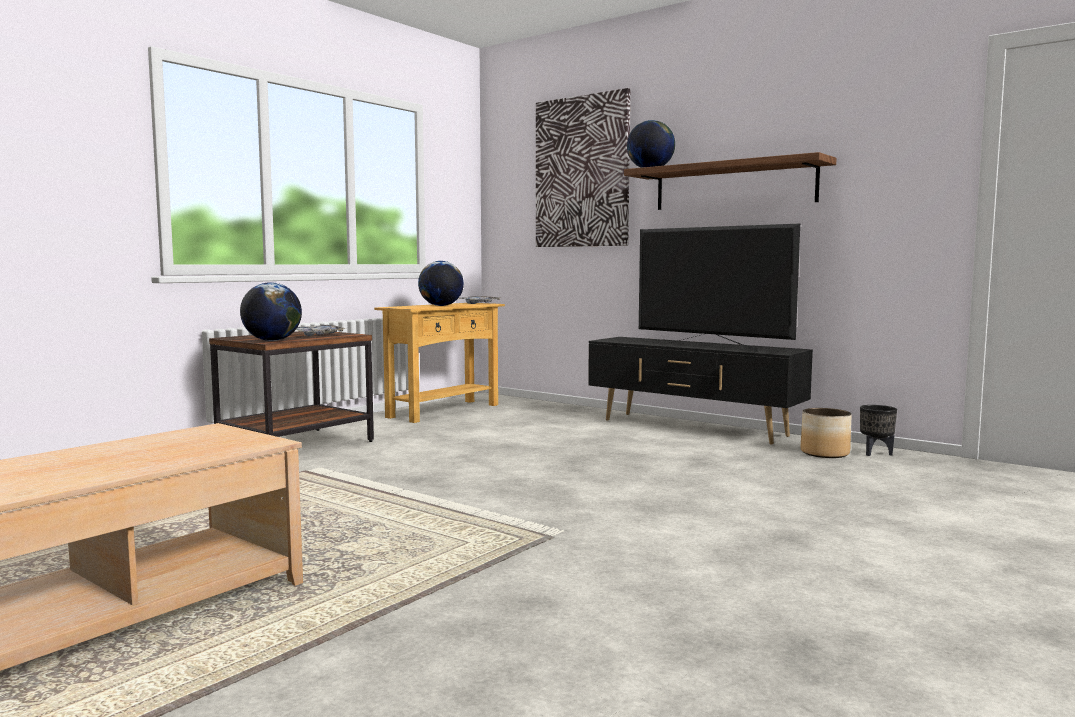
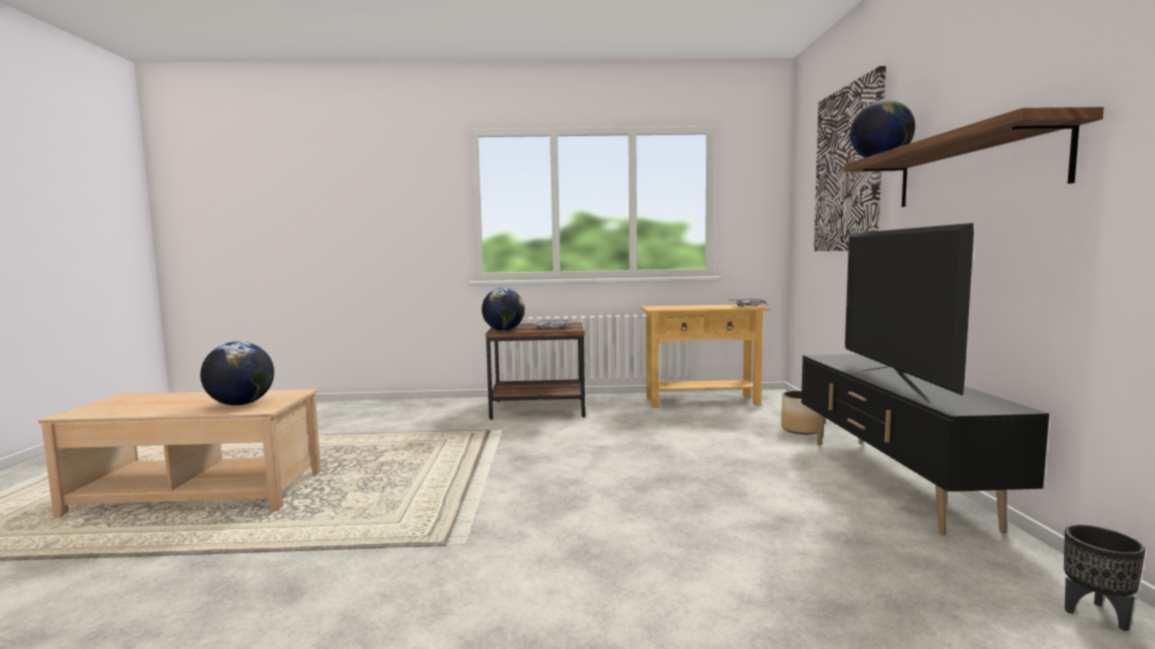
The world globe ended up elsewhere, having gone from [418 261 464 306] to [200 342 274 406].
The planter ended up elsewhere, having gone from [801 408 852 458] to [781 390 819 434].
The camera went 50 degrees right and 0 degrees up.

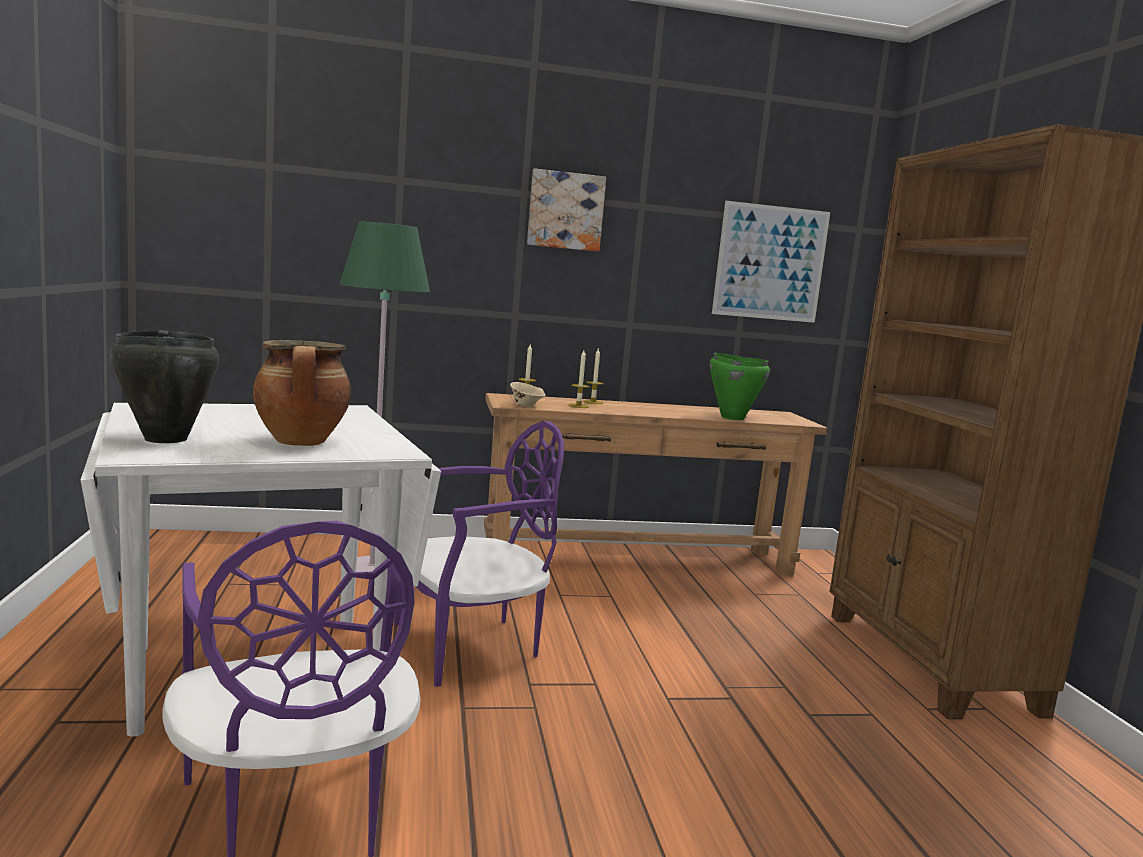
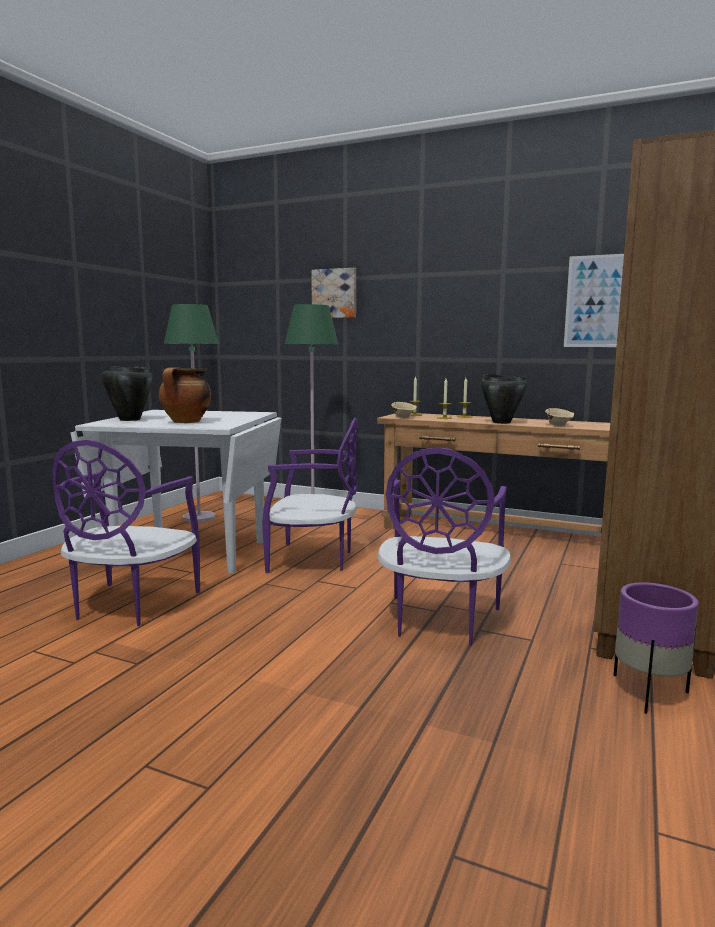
The wall picture ended up elsewhere, having gone from [527 168 606 252] to [311 268 356 318].
Where the green-coloured saucepot stood at [709 353 770 420], the beige-coloured bowl came to stand at [545 408 574 426].
The second view gained the green-coloured standing lamp at [164 304 219 522].
The second view gained the purple plain chair at [378 448 511 646].
The second view gained the black saucepot at [481 374 527 424].
The second view gained the purple planter at [614 582 699 714].
The camera went 35 degrees right and 0 degrees up.

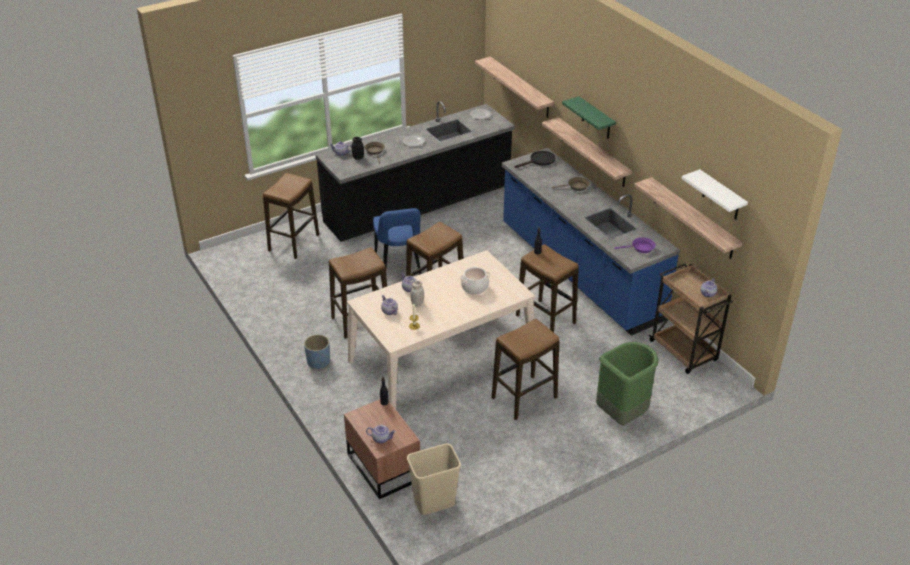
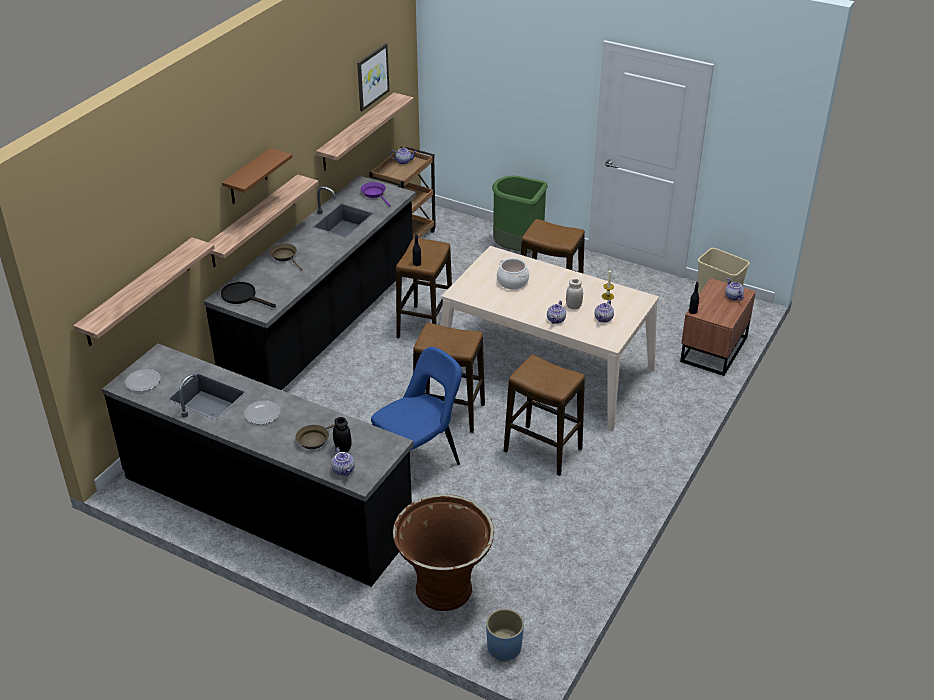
Where the sitting stool stood at [263 173 319 259], the brown planter came to stand at [393 494 494 611].
The bluish planter ended up elsewhere, having gone from [304 334 330 369] to [486 609 524 662].
What was the bluish kitchen base unit at [502 148 680 336] turned into the black kitchen base unit at [204 176 416 390].
What was the green-coloured wall shelf at [562 96 616 139] turned into the brown wall shelf at [222 148 292 204].
Where the whitish wall shelf hung at [681 169 748 220], the wall picture came to hang at [357 43 390 111].
The camera went 120 degrees left and 0 degrees up.

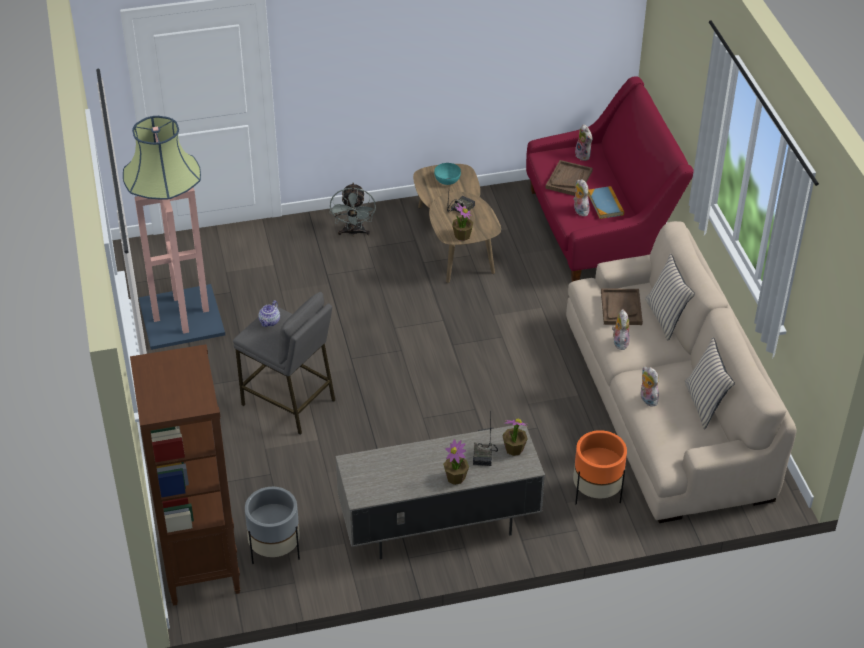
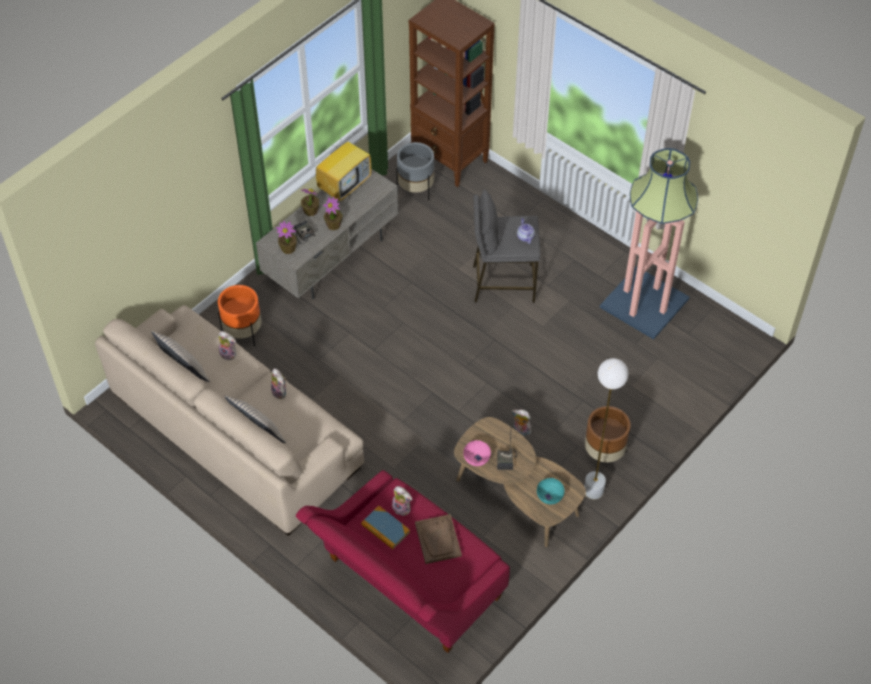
Where the grey electric fan stood at [330 183 376 236], the brown planter came to stand at [585 406 631 469].
The houseplant ended up elsewhere, having gone from [452 203 473 241] to [323 197 343 230].
The plush toy ended up elsewhere, having gone from [575 124 592 161] to [512 409 531 436].
The second view lost the brown serving tray at [601 288 643 325].
The second view gained the TV at [316 132 371 201].
The second view gained the pink bowl at [463 440 491 466].
The second view gained the whitish standing lamp at [584 358 629 499].
The camera went 145 degrees right and 10 degrees up.

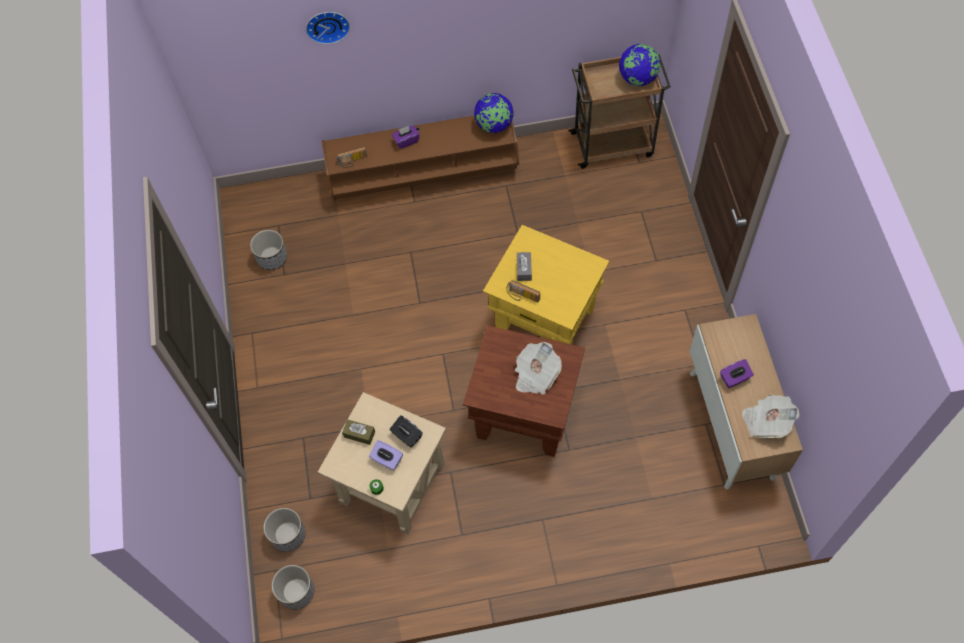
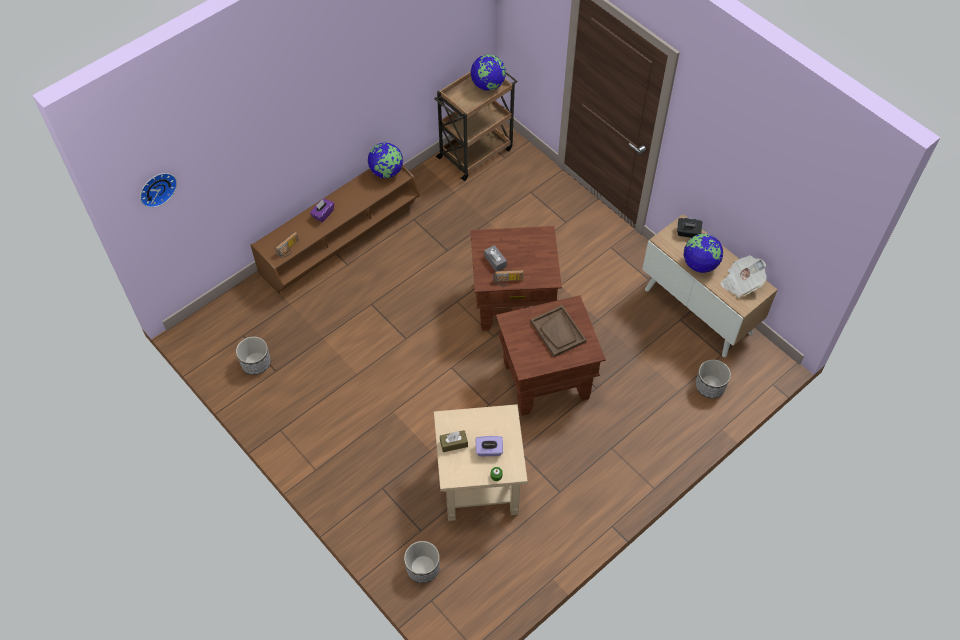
The planter ended up elsewhere, having gone from [271 565 314 610] to [696 359 731 398].
The wall clock ended up elsewhere, having gone from [306 12 350 44] to [140 173 177 208].
The black box of tissues ended up elsewhere, having gone from [390 415 423 447] to [677 218 703 238].
What was the yellow-coloured accent table at [483 225 609 345] turned into the brown accent table at [470 226 562 331].
Where the daily paper stood at [515 342 562 395], the brown serving tray came to stand at [530 305 586 357].
Where the purple box of tissues stood at [720 359 754 388], the world globe came to stand at [683 234 723 273].
The camera went 35 degrees left and 5 degrees down.

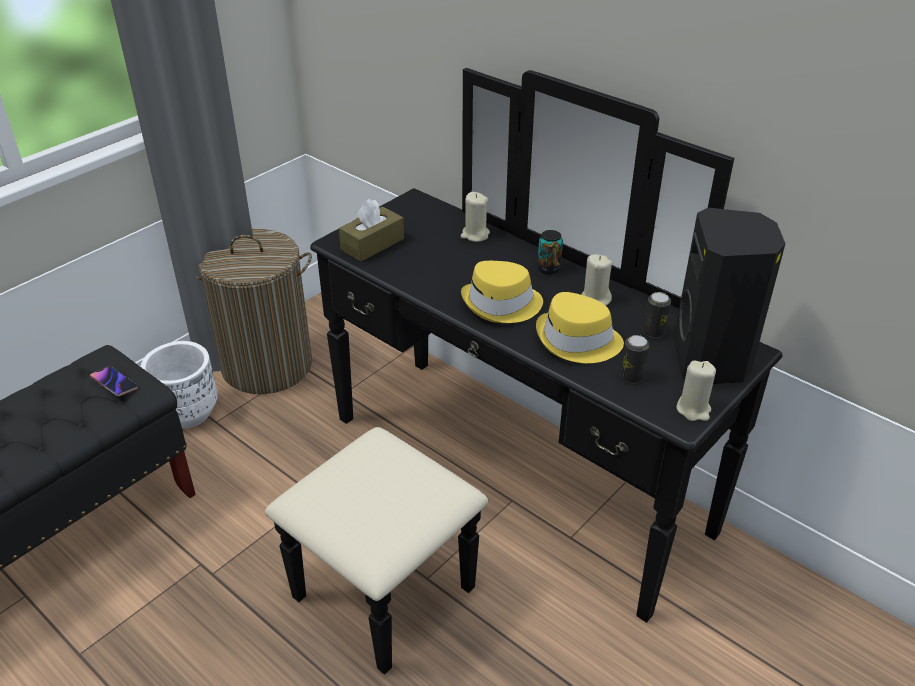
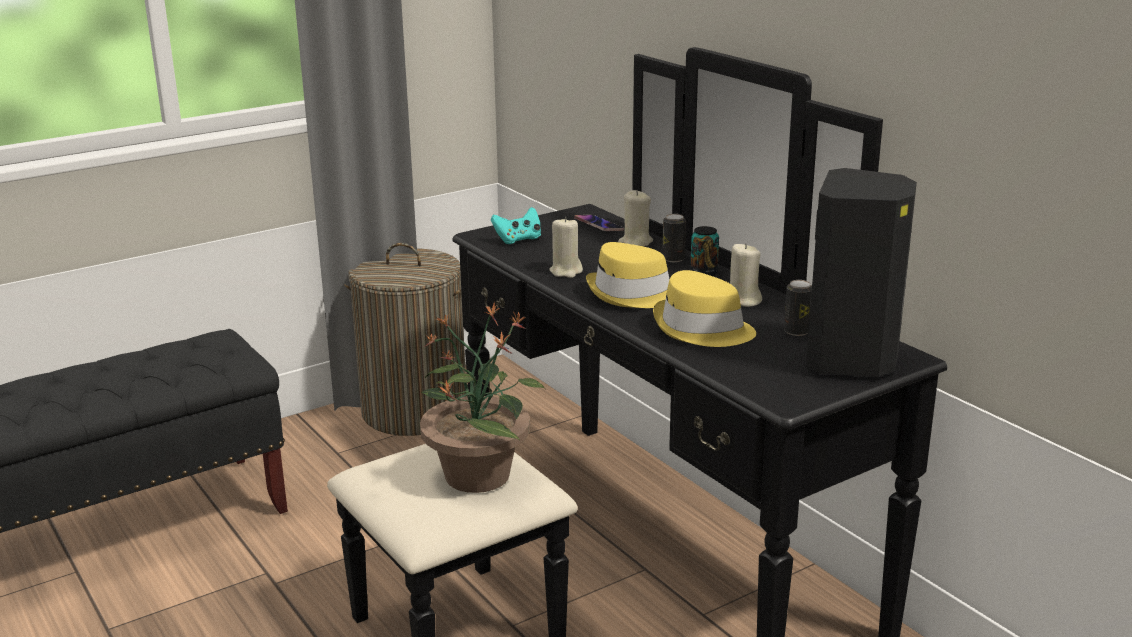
The phone ended up elsewhere, having gone from [90 367 138 396] to [574 215 624 231].
The second view lost the whitish planter at [141 341 218 428].
Where the brown box of tissues stood at [339 199 404 261], the turquoise-coloured game controller came to stand at [491 207 541 244].
The metal can ended up elsewhere, having gone from [621 335 649 383] to [662 214 686 262].
The beige-coloured wax light ended up elsewhere, having gone from [676 361 716 421] to [549 217 583 278].
The second view gained the houseplant at [420 302 546 493].
The camera went 15 degrees right and 15 degrees down.

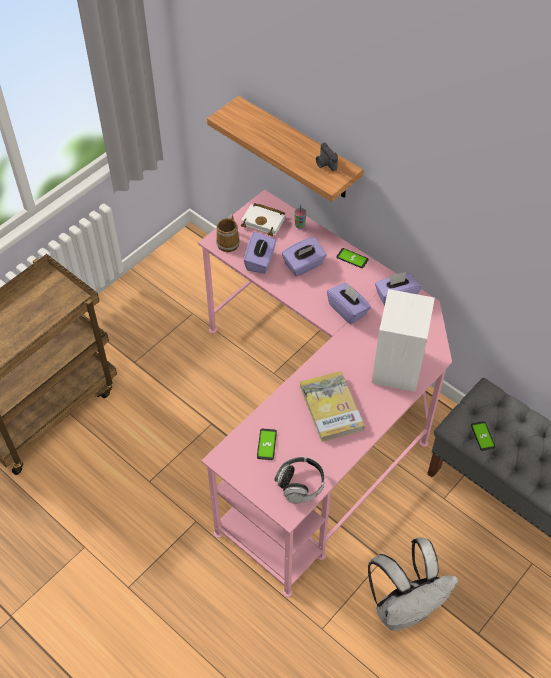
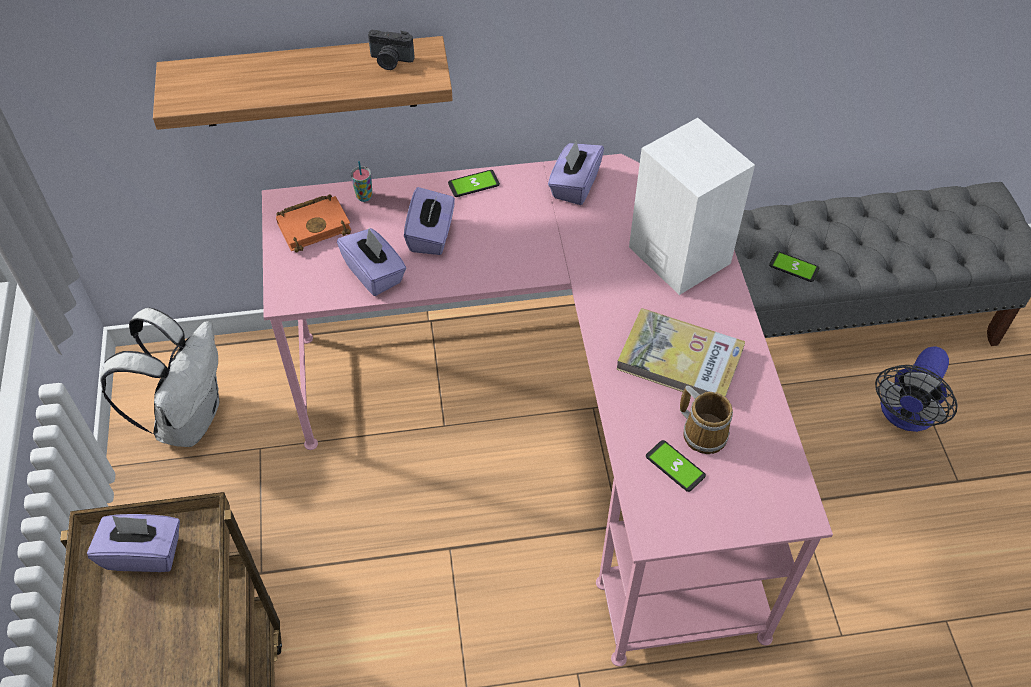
The coffee mug ended up elsewhere, having gone from [216 213 240 252] to [680 386 733 454].
What was the whitish volume at [241 203 285 236] turned into the orange volume at [276 194 351 253].
The second view lost the headphones at [274 457 325 503].
The purple box of tissues ended up elsewhere, having gone from [327 283 371 324] to [87 514 180 572].
The whitish rucksack ended up elsewhere, having gone from [368 538 459 631] to [100 308 219 447].
The second view gained the electric fan at [875 347 958 432].
The camera went 50 degrees left and 0 degrees up.

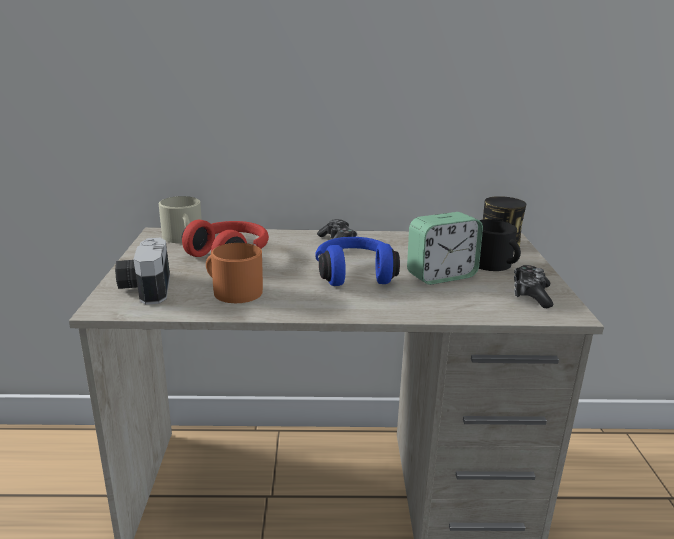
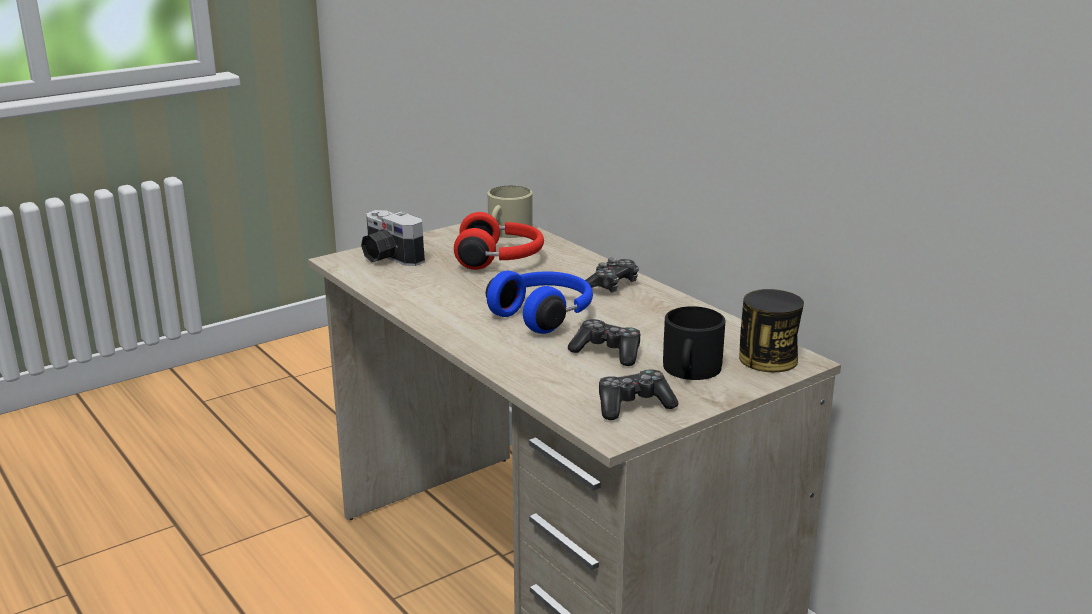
The still camera at [115 238 170 305] ended up facing another way, 90 degrees counterclockwise from before.
The second view lost the orange coffee mug at [206 243 263 303].
Where the table clock stood at [407 212 483 285], the game controller came to stand at [568 319 640 366].
The camera went 55 degrees right and 0 degrees up.

